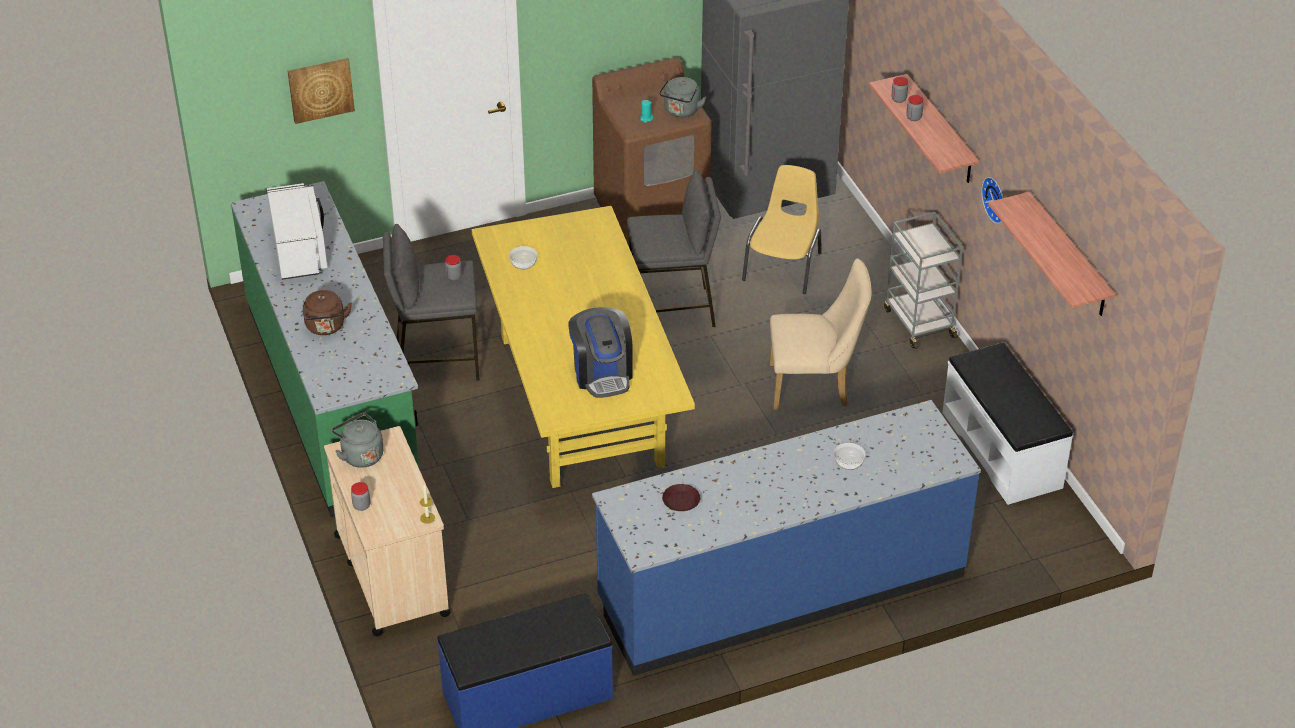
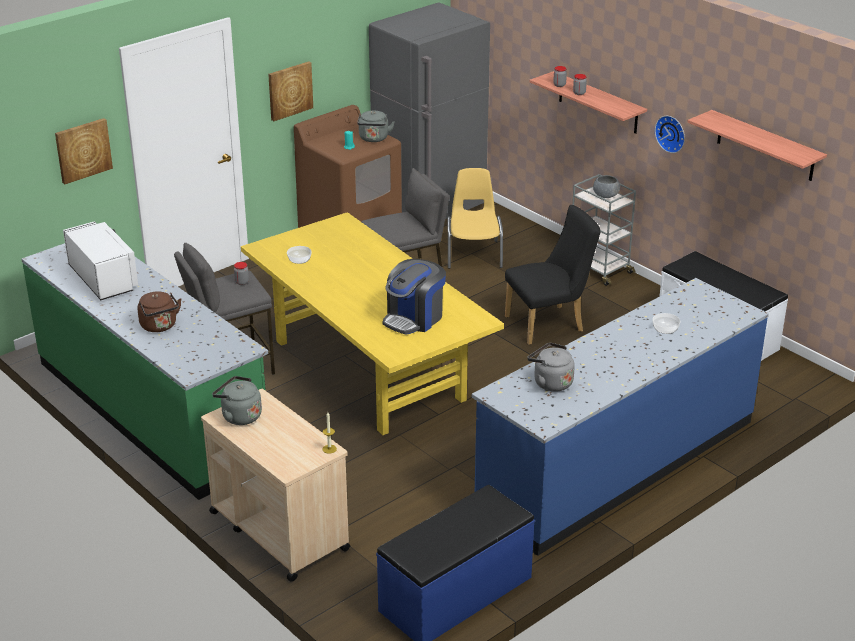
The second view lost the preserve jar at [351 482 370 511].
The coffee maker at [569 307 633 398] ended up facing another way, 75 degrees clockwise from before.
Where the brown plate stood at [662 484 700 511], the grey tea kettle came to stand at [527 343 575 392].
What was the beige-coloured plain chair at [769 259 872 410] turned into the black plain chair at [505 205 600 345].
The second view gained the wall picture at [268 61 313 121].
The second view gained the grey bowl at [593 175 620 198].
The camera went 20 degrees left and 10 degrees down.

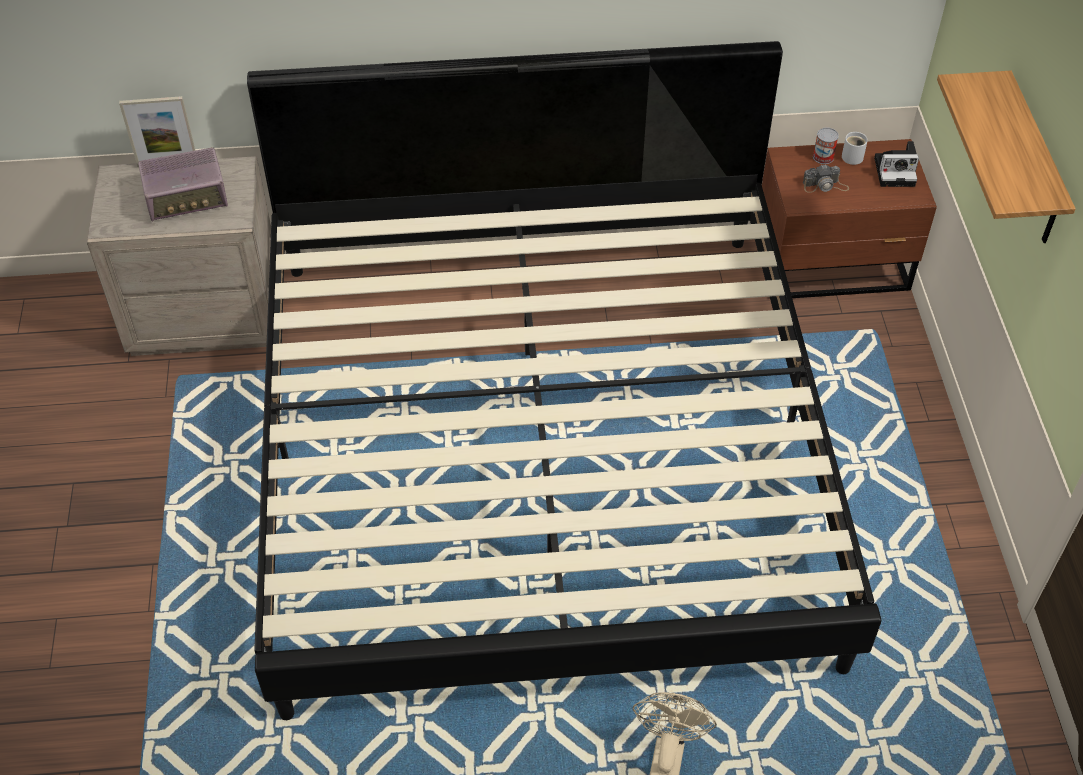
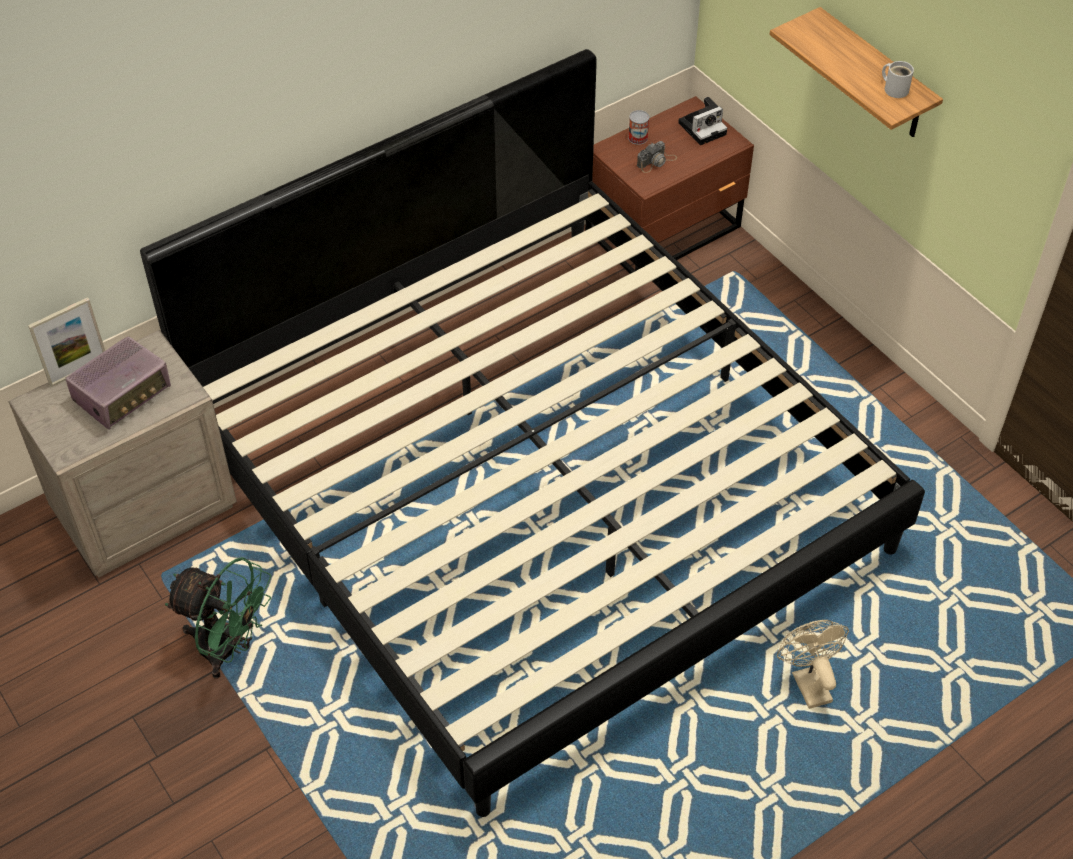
The whitish coffee mug ended up elsewhere, having gone from [842 132 868 165] to [882 61 914 98].
The second view gained the green-coloured electric fan at [165 557 272 679].
The camera went 30 degrees left and 0 degrees up.

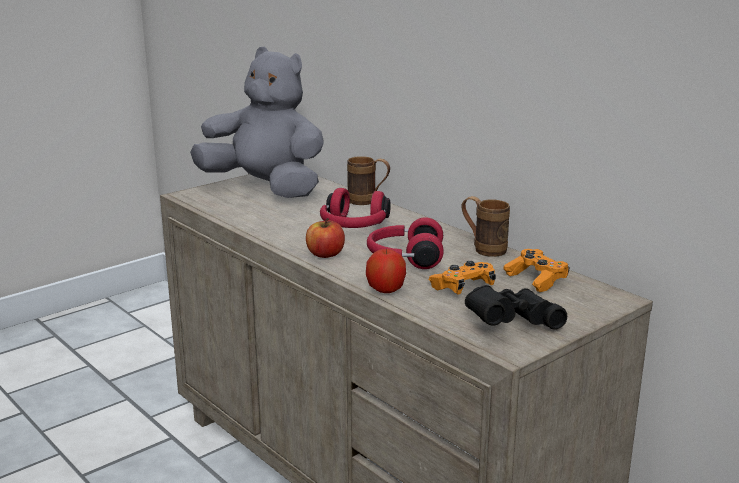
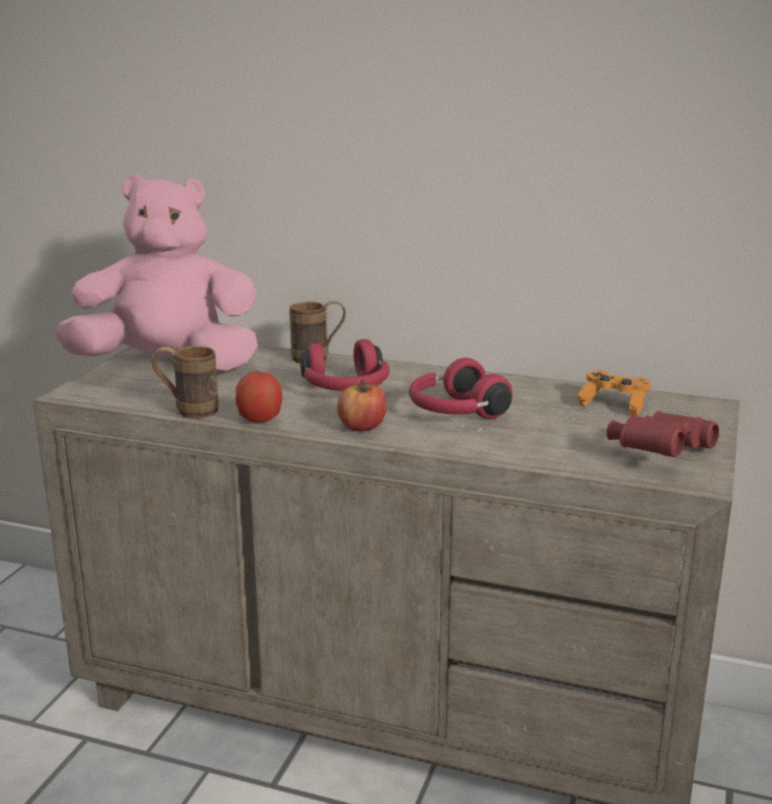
What was the grey plush toy at [190 46 323 198] turned into the pink plush toy at [55 174 258 371].
The whole apple ended up elsewhere, having gone from [366 249 406 293] to [235 371 283 423].
The second view lost the orange game controller at [428 261 496 295].
The brown coffee mug ended up elsewhere, having gone from [461 196 510 257] to [151 346 219 419].
What was the black pair of binoculars at [465 285 567 330] turned into the red pair of binoculars at [607 411 719 457].
The camera went 30 degrees left and 0 degrees up.

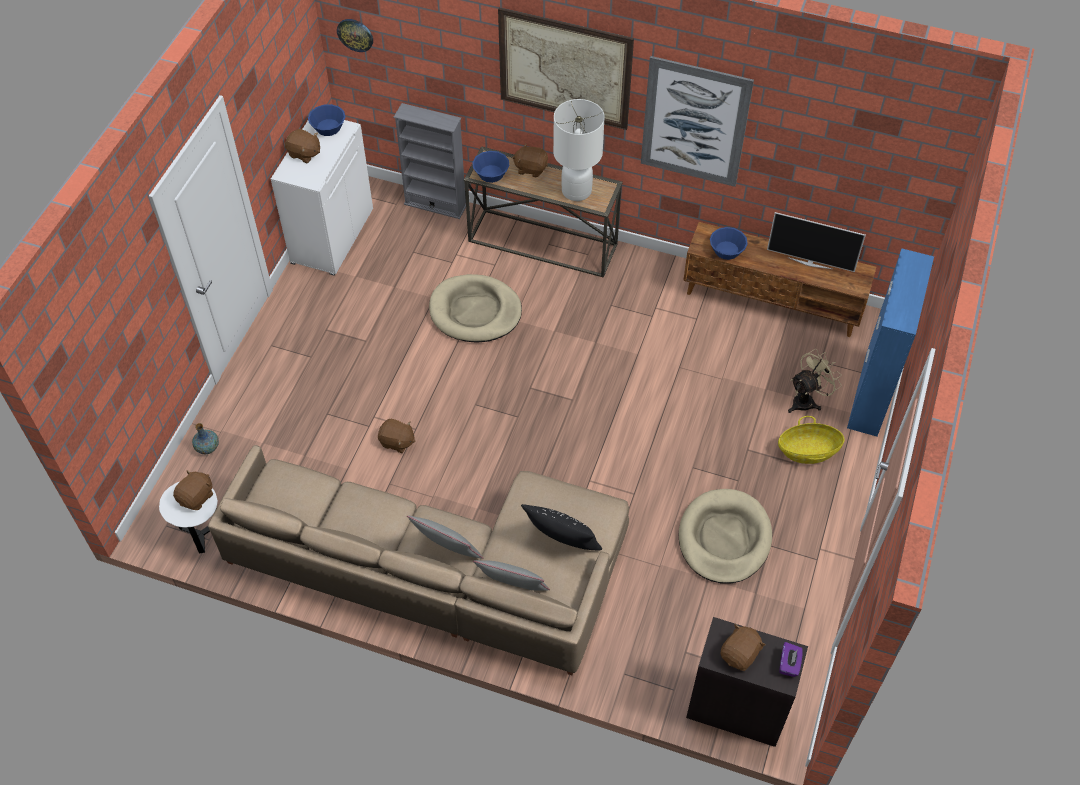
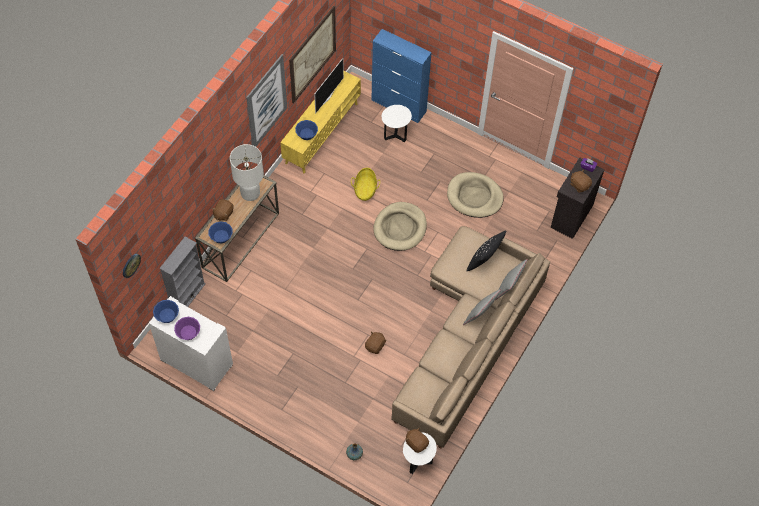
Where the brown plush toy stood at [285 129 320 163], the purple bowl came to stand at [174 317 200 340].
The beige-coloured dog cushion ended up elsewhere, having gone from [429 274 522 342] to [374 202 427 251].
The wall picture ended up elsewhere, having gone from [498 8 634 130] to [289 6 336 104].
What was the brown tv stand at [683 222 876 337] turned into the yellow-coloured tv stand at [280 71 361 173].
The basket ended up elsewhere, having gone from [778 416 845 464] to [351 168 380 201].
Where the beige-coloured electric fan stood at [788 349 842 413], the whitish accent table came to stand at [381 105 412 142].
The camera went 80 degrees left and 5 degrees up.

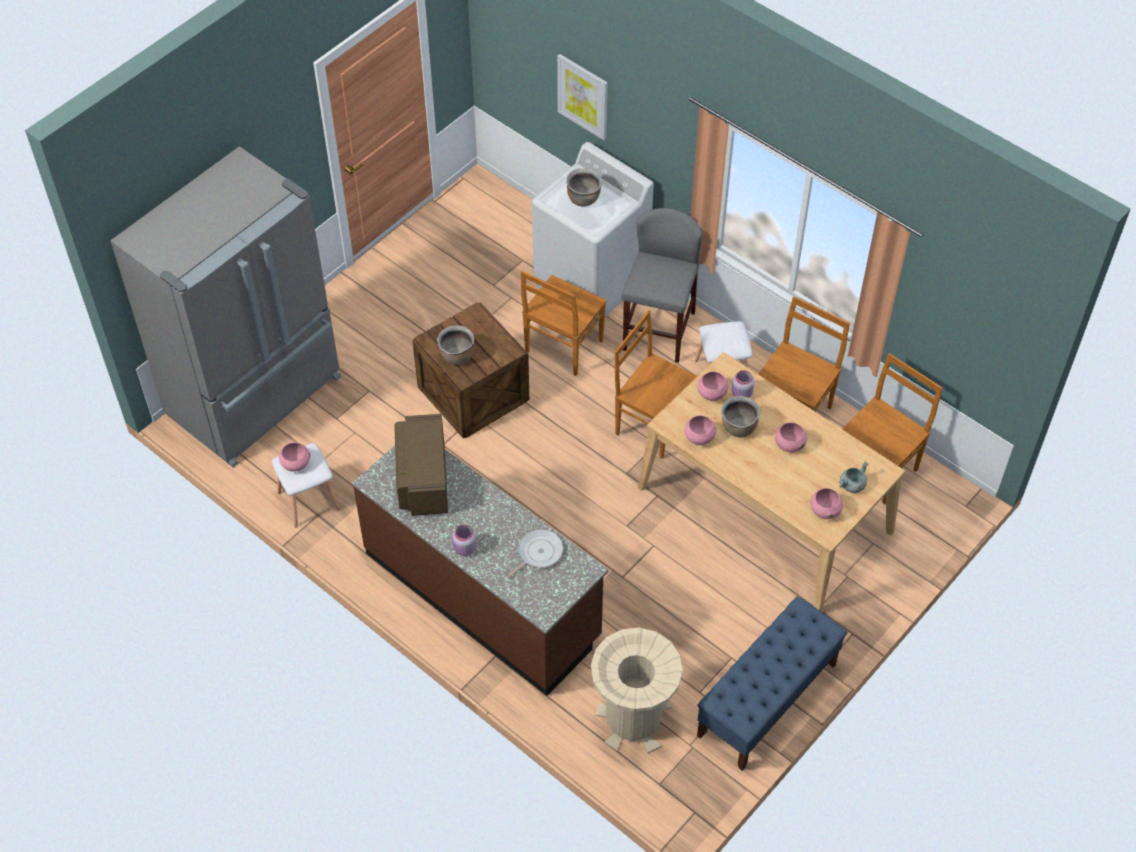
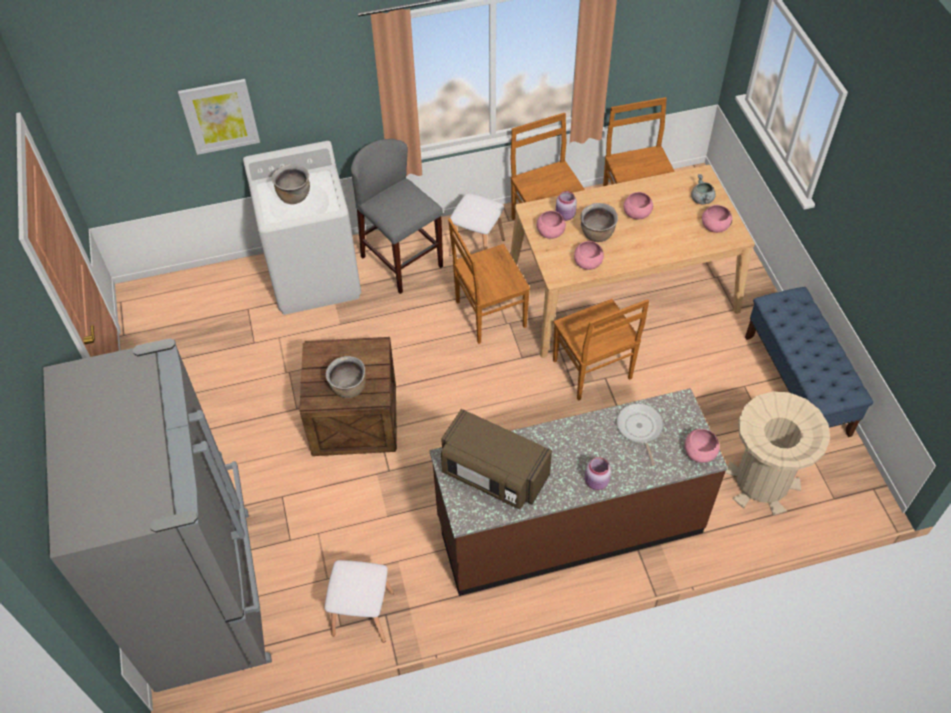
The pink bowl ended up elsewhere, having gone from [279 442 310 472] to [685 429 720 463].
The brown plain chair ended up elsewhere, having gone from [521 271 607 376] to [553 299 649 401].
The camera went 55 degrees left and 0 degrees up.

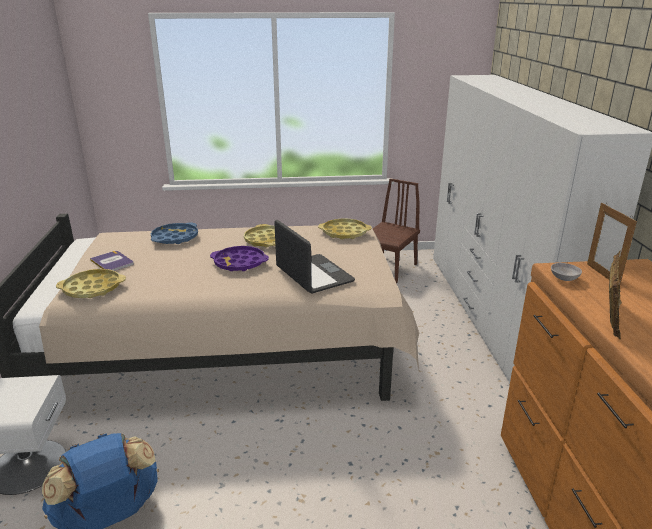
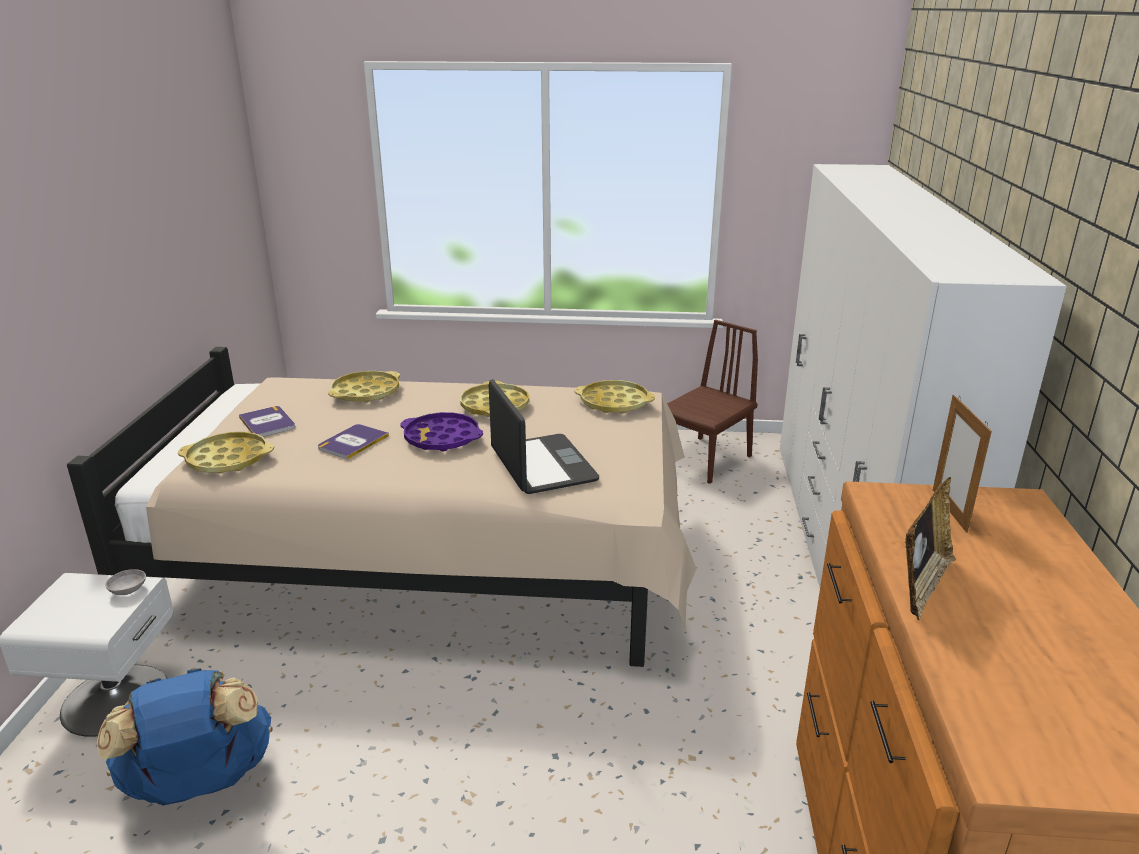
What was the bluish serving tray at [151 223 198 244] turned into the yellow-coloured serving tray at [328 371 400 403].
The grey bowl ended up elsewhere, having gone from [551 263 582 281] to [105 569 146 595].
The second view gained the volume at [318 424 389 459].
The camera went 10 degrees right and 0 degrees up.

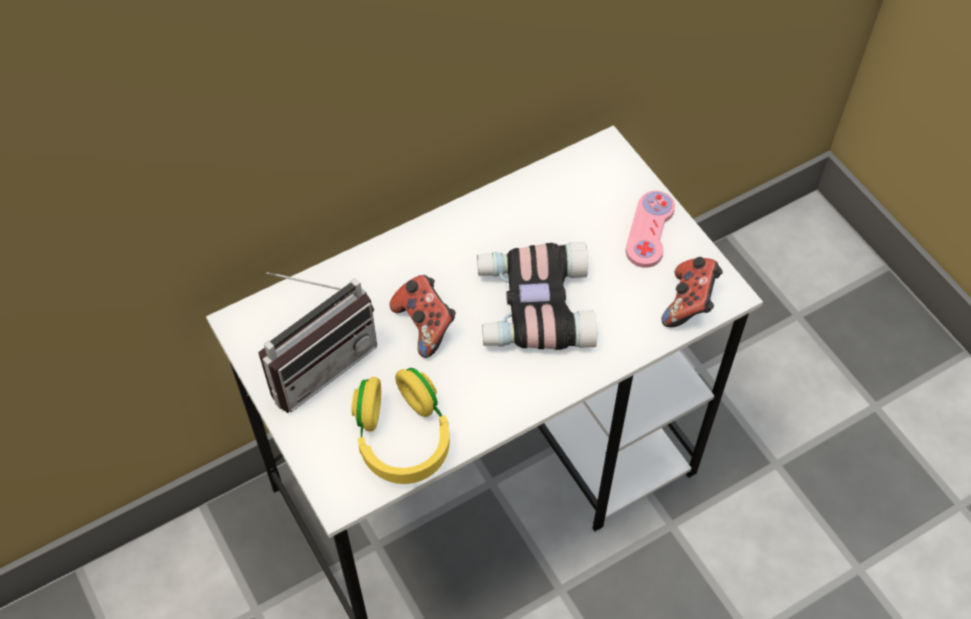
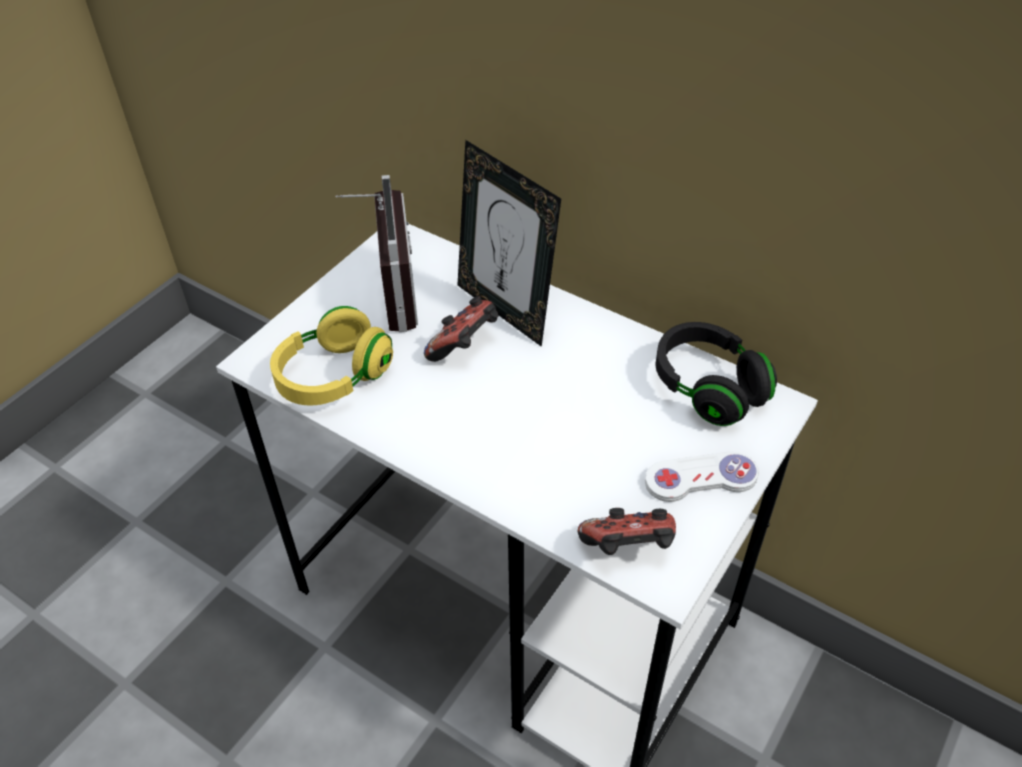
The radio receiver at [258 272 377 413] ended up facing another way, 120 degrees counterclockwise from before.
The second view lost the pair of binoculars at [477 242 597 350].
What was the pink game controller at [626 191 675 268] turned into the whitish game controller at [645 452 759 502].
The second view gained the standing frame at [458 140 561 347].
The second view gained the black headphones at [656 322 777 426].
The camera went 65 degrees right and 10 degrees down.

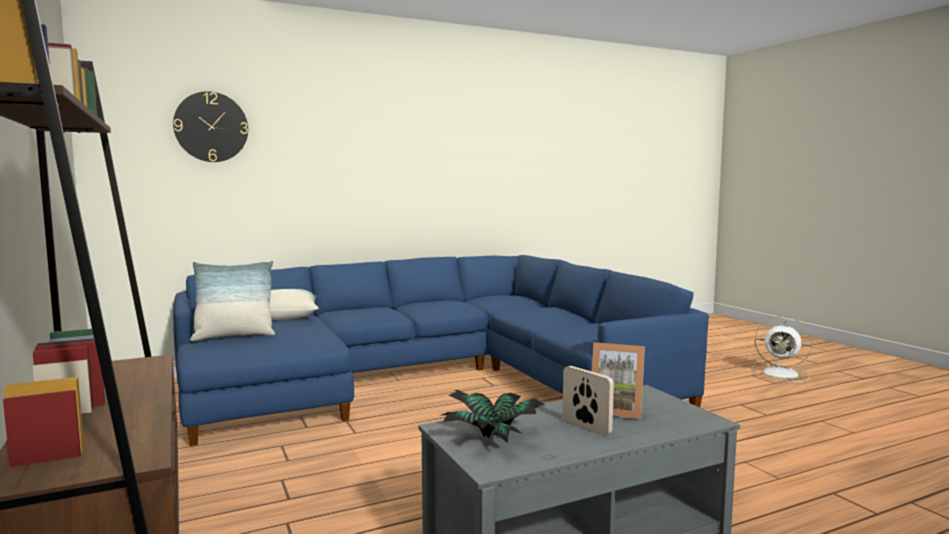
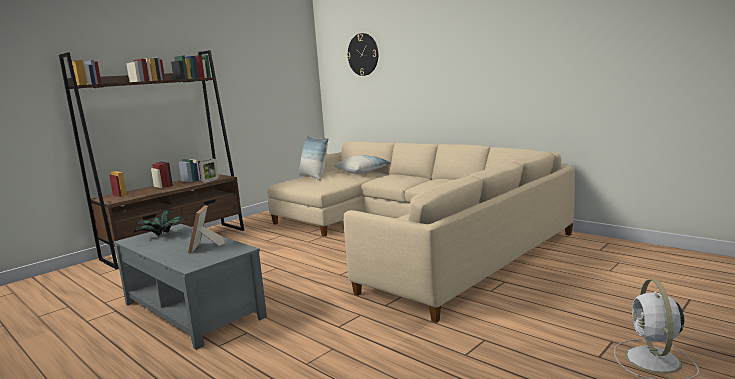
What was the bluish couch at [173 255 709 446] turned into the beige-coloured couch at [267 141 575 323].
The standing frame ended up elsewhere, having gone from [563 366 614 436] to [199 159 219 183].
The camera went 70 degrees right and 5 degrees up.

